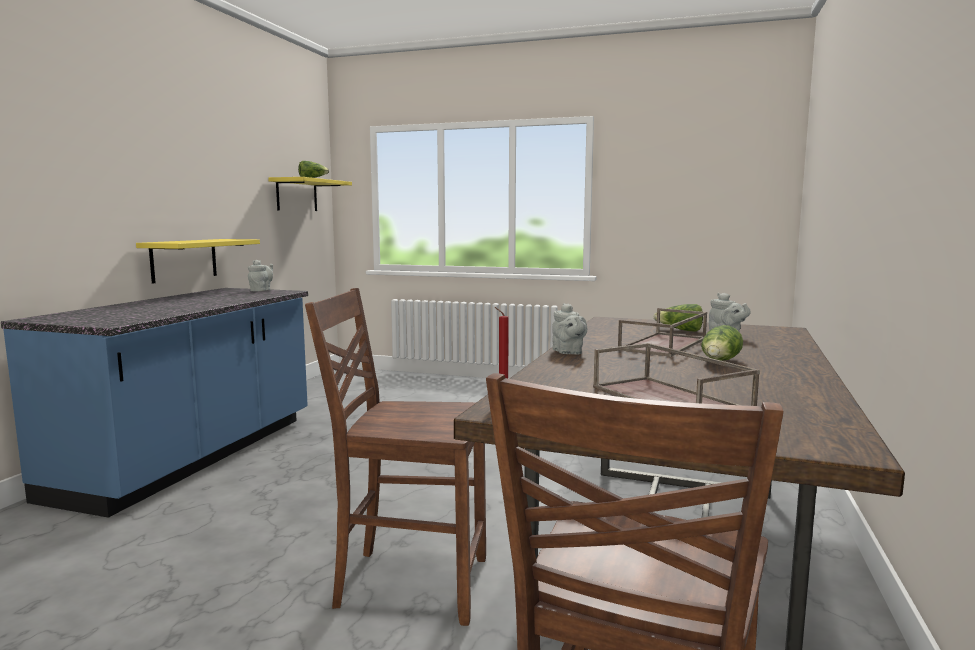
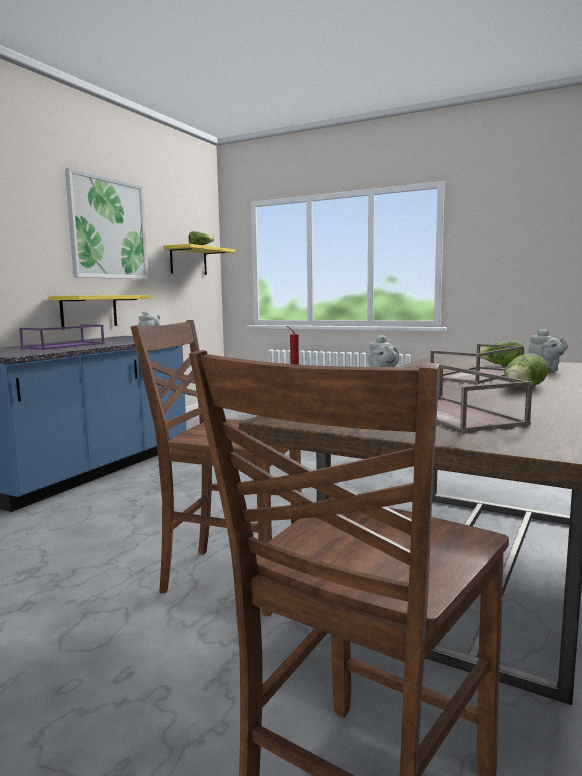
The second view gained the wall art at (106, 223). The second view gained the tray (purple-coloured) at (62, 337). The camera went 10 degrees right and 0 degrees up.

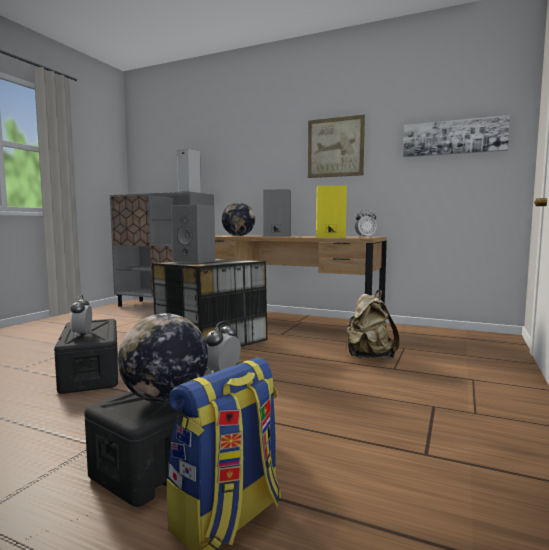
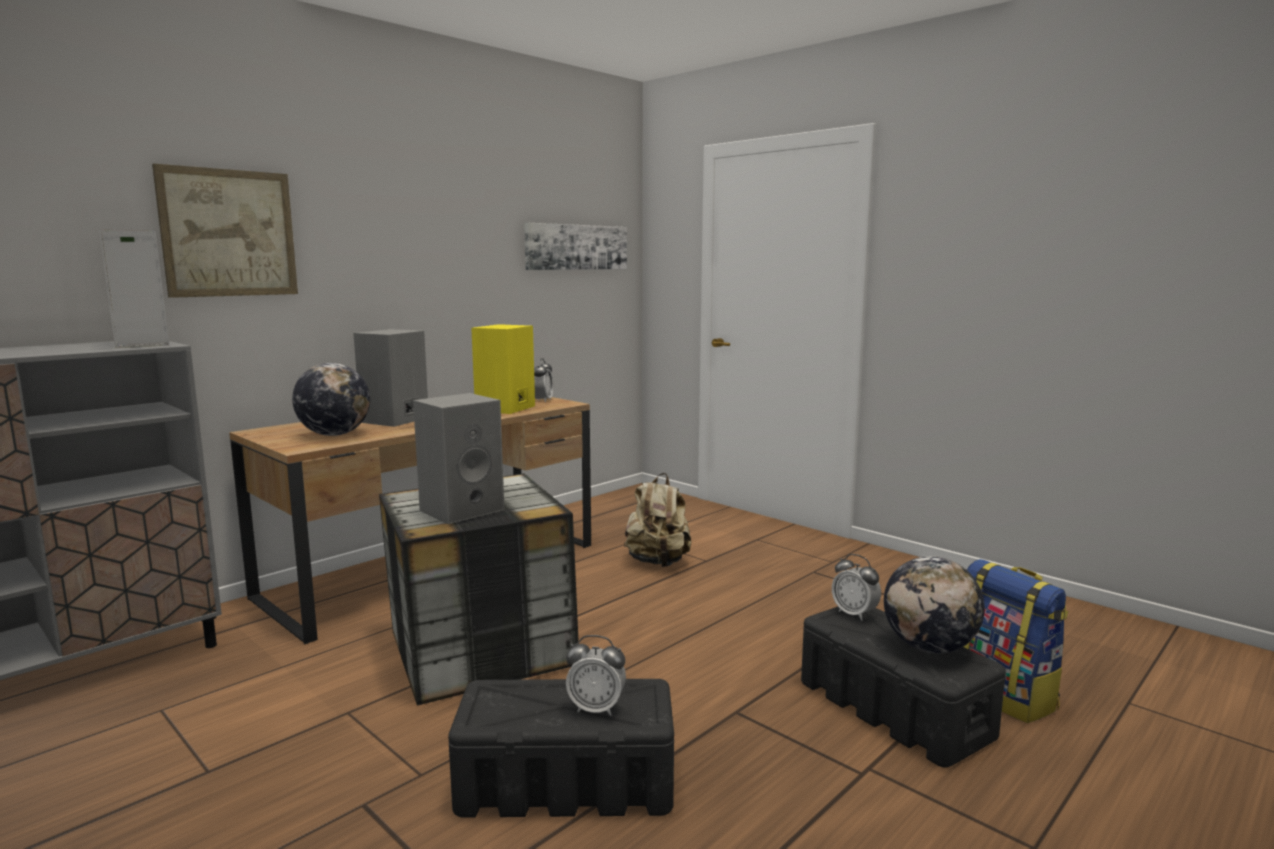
The wall art ended up elsewhere, having gone from (336, 146) to (225, 231). The camera went 70 degrees left and 5 degrees up.

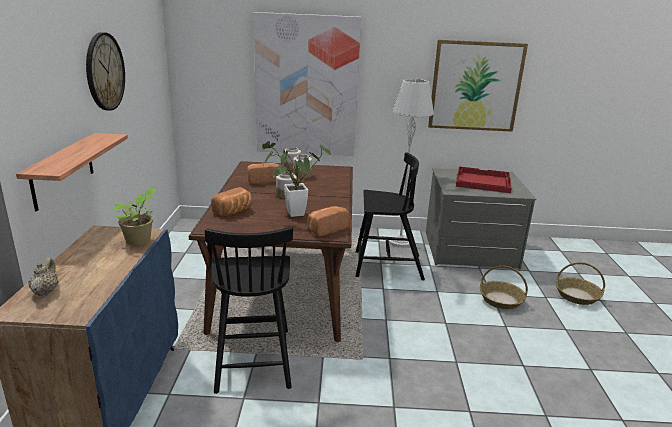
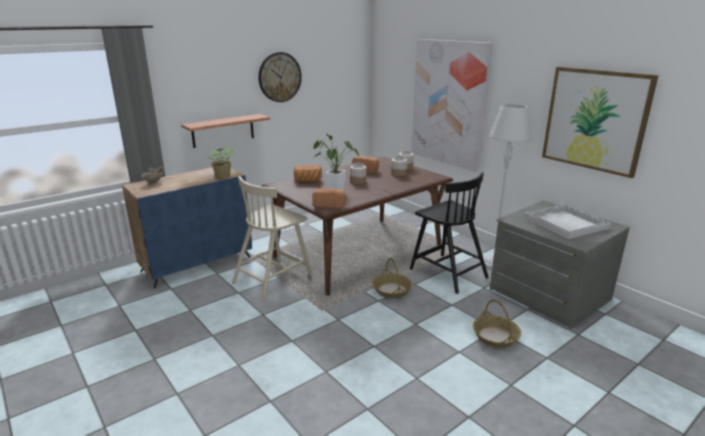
What was the tray (red-coloured) at (484, 179) turned into the tray (whitish) at (567, 221). What was the plain chair (blackish) at (249, 310) turned into the plain chair (sand-coloured) at (272, 238). The storage basket ended up elsewhere, having gone from (580, 283) to (392, 278). The camera went 50 degrees right and 0 degrees up.

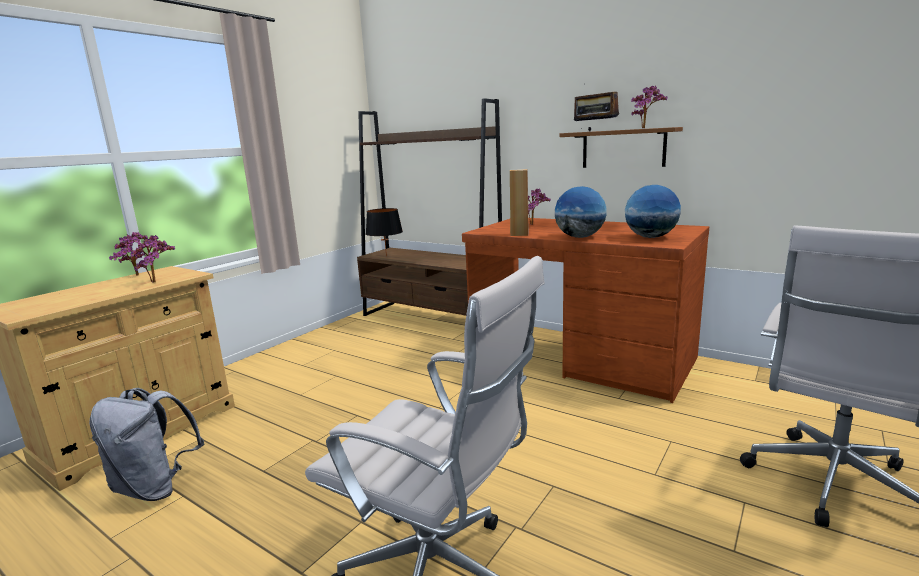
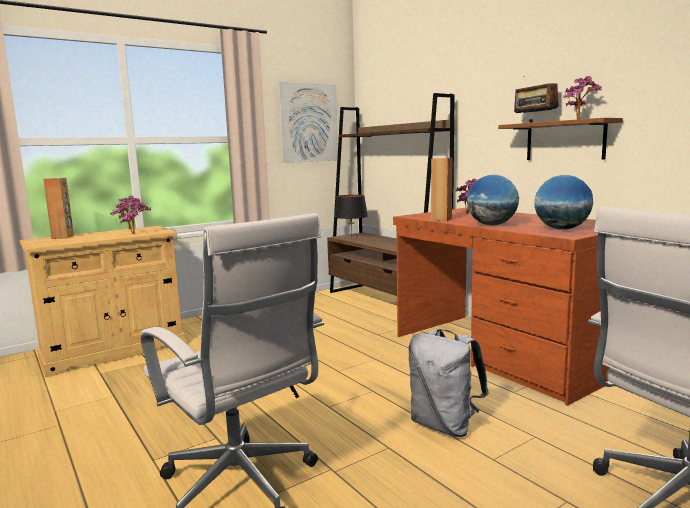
The backpack (grey) ended up elsewhere, having gone from (146, 444) to (448, 383). The second view gained the wall art at (308, 122). The second view gained the audio speaker (brown) at (58, 208). The camera went 20 degrees right and 5 degrees down.

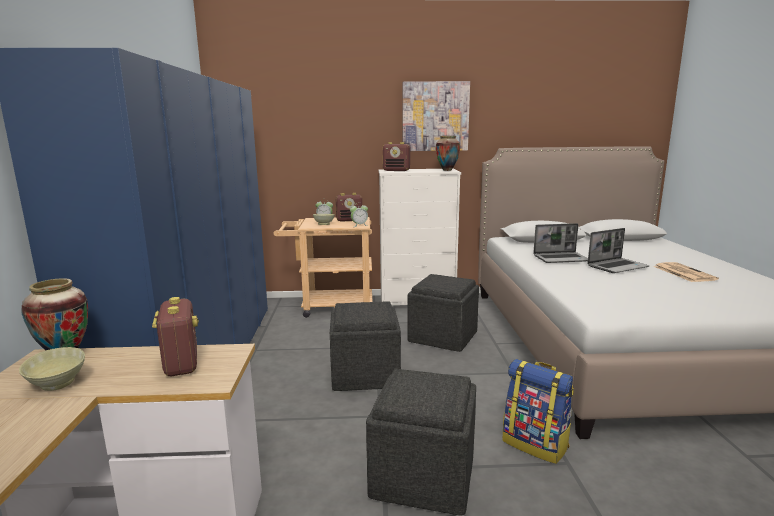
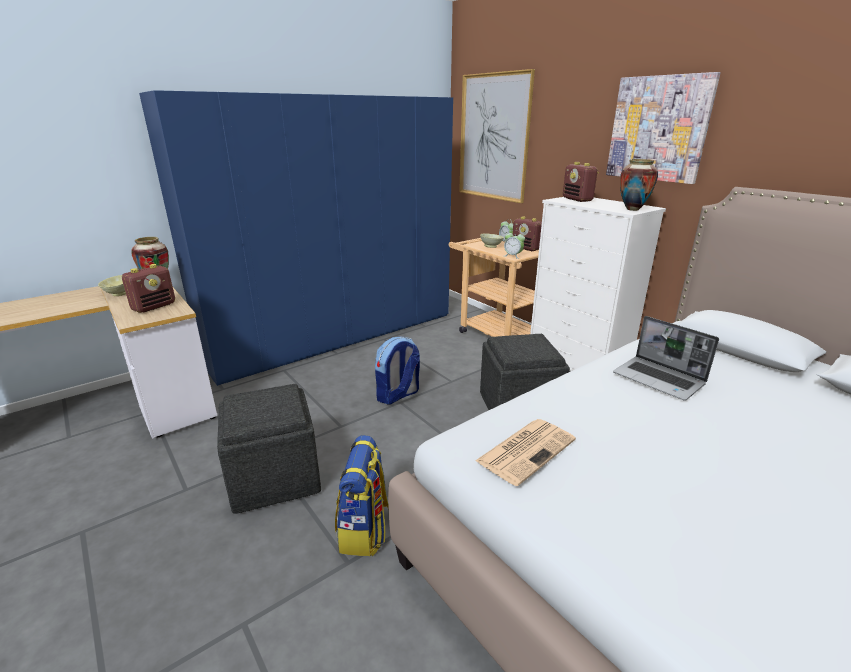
The second view lost the laptop at (618, 250). The newspaper ended up elsewhere, having gone from (686, 272) to (525, 452). Where the pouffe (grey) stood at (365, 346), the backpack came to stand at (397, 371). The second view gained the wall art at (497, 136). The camera went 55 degrees right and 10 degrees up.

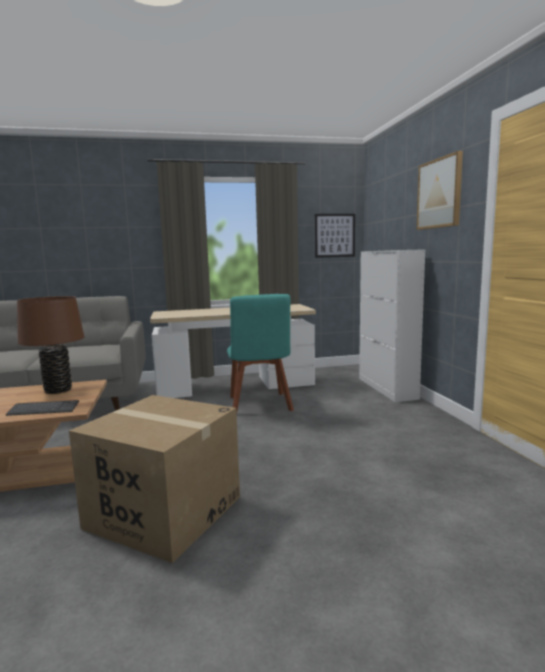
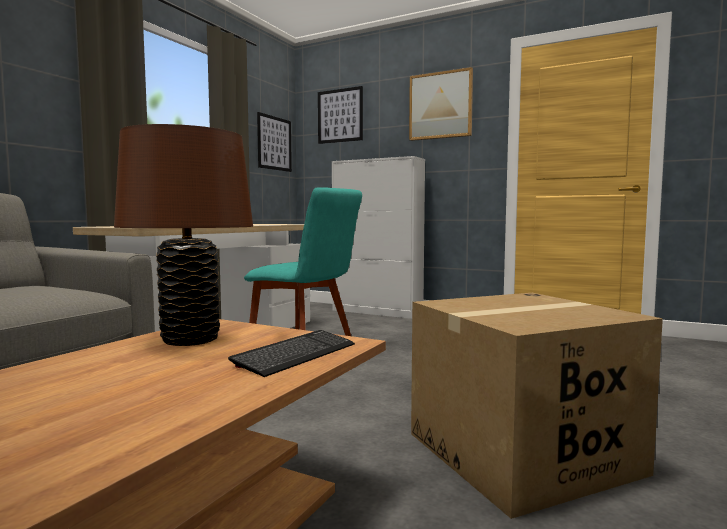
The second view gained the wall art at (340, 115). The camera went 50 degrees left and 5 degrees down.

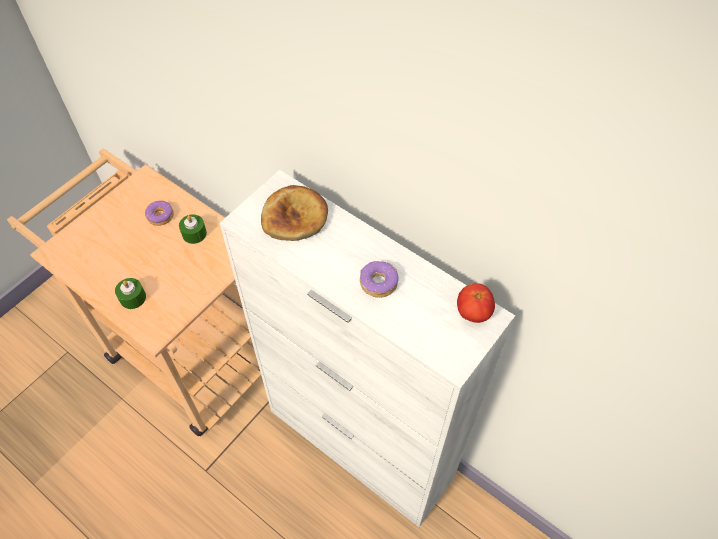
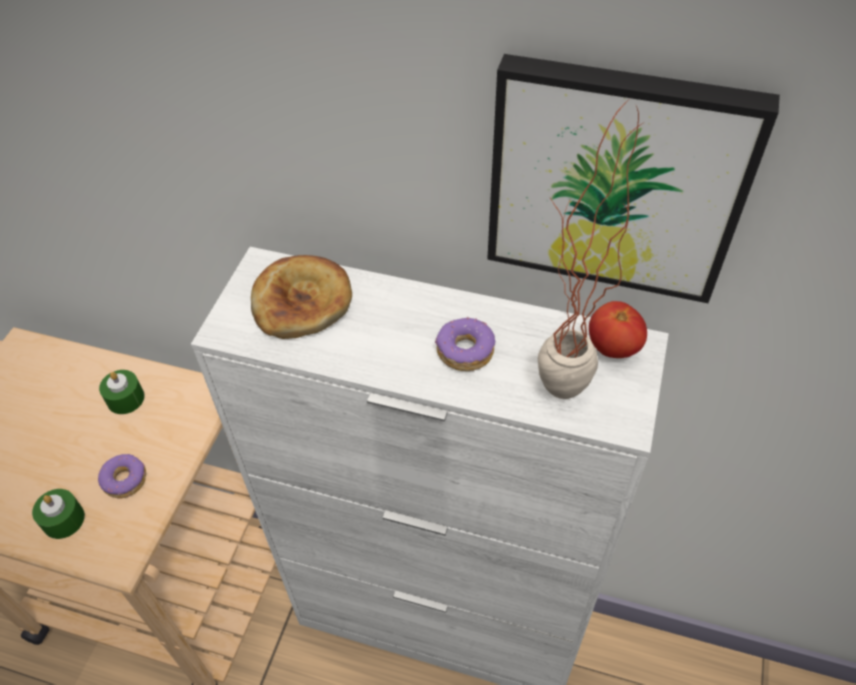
The donut ended up elsewhere, having gone from (159, 213) to (122, 476). The second view gained the wall art at (633, 178). The second view gained the potted plant at (590, 250). The camera went 20 degrees left and 5 degrees down.

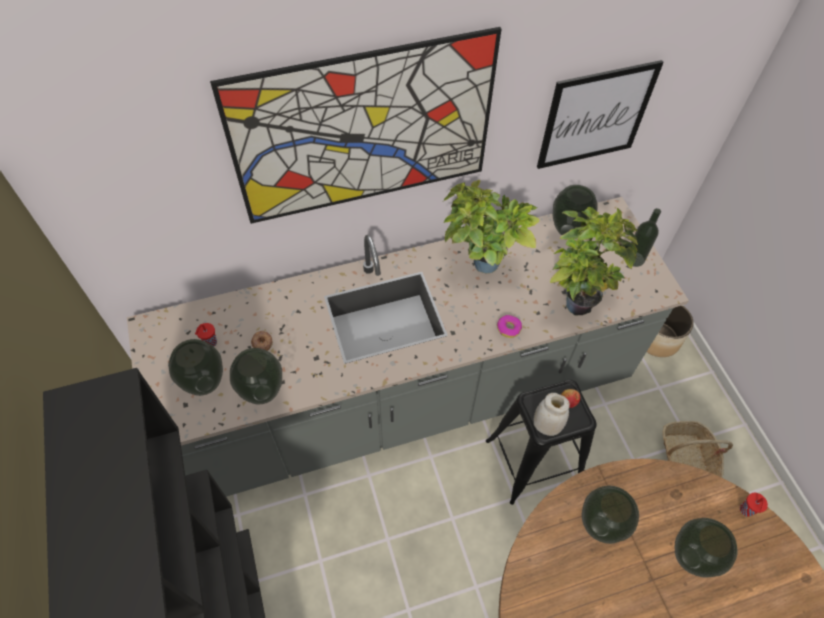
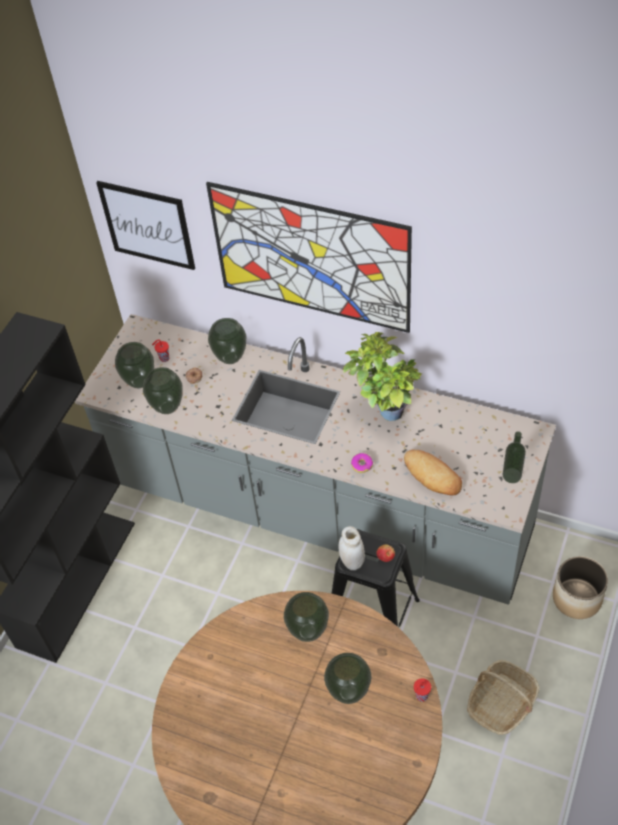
The wall art ended up elsewhere, having gone from (600, 114) to (145, 225). The decorative vase ended up elsewhere, having gone from (575, 210) to (227, 341). Where the potted plant stood at (594, 261), the bakery bread came to stand at (433, 472). The camera went 45 degrees right and 5 degrees down.

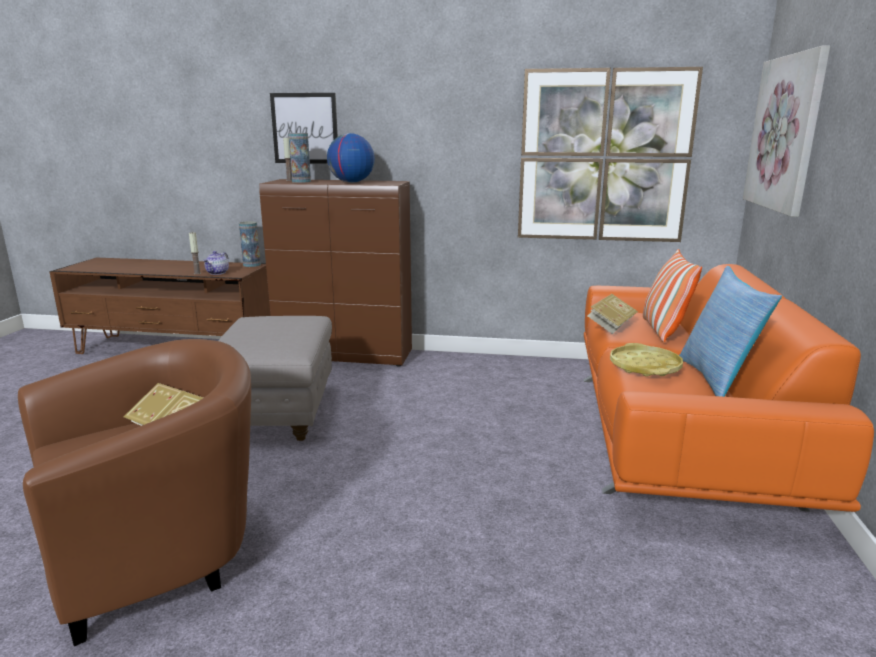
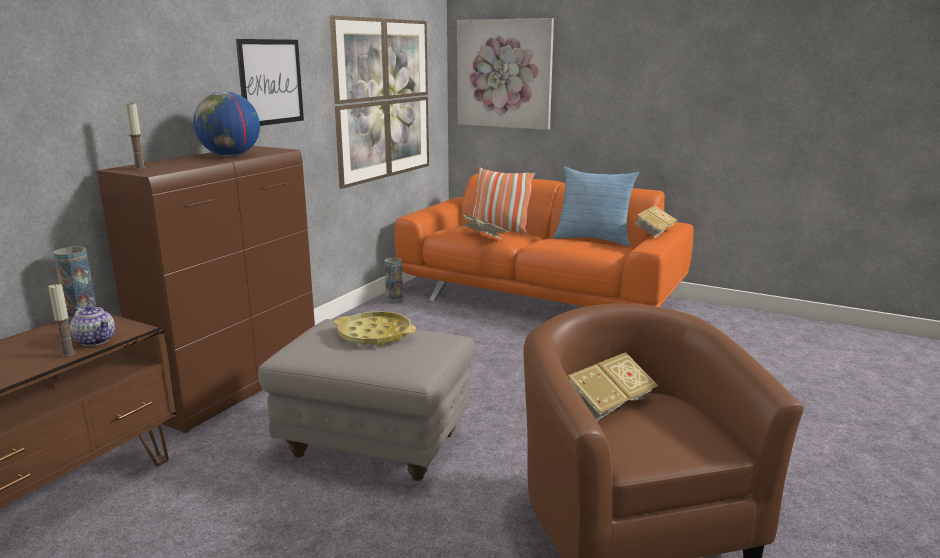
The wall art ended up elsewhere, having gone from (304, 128) to (270, 82). The decorative vase ended up elsewhere, having gone from (299, 158) to (394, 281). The tray (yellow) ended up elsewhere, having gone from (646, 360) to (375, 329). The second view gained the bound book at (656, 222). The camera went 70 degrees left and 0 degrees up.

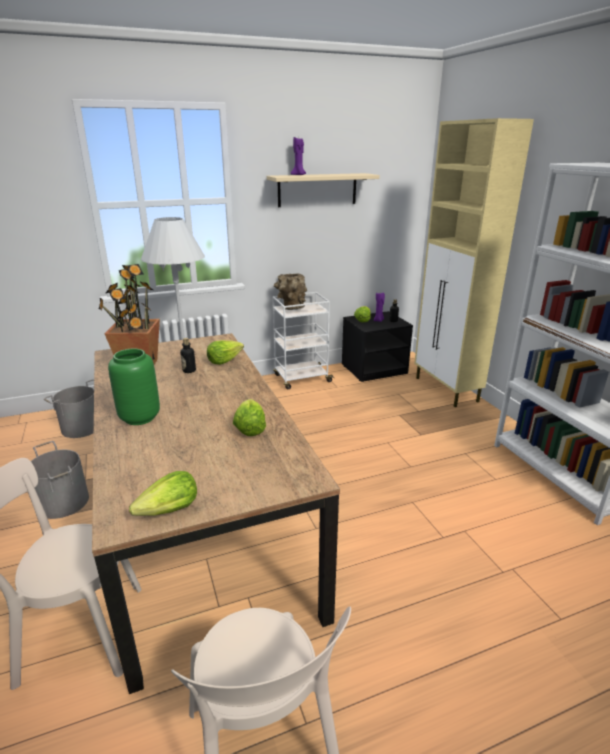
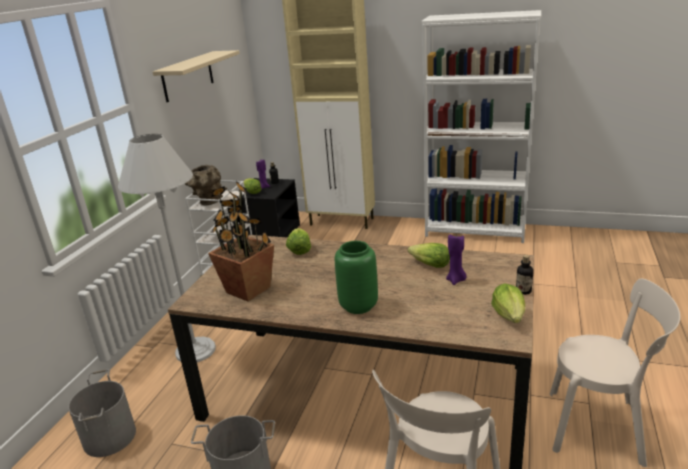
The wax candle (purple-coloured) ended up elsewhere, having gone from (298, 156) to (456, 259). The bottle ended up elsewhere, having gone from (188, 355) to (524, 275). The camera went 50 degrees left and 0 degrees up.

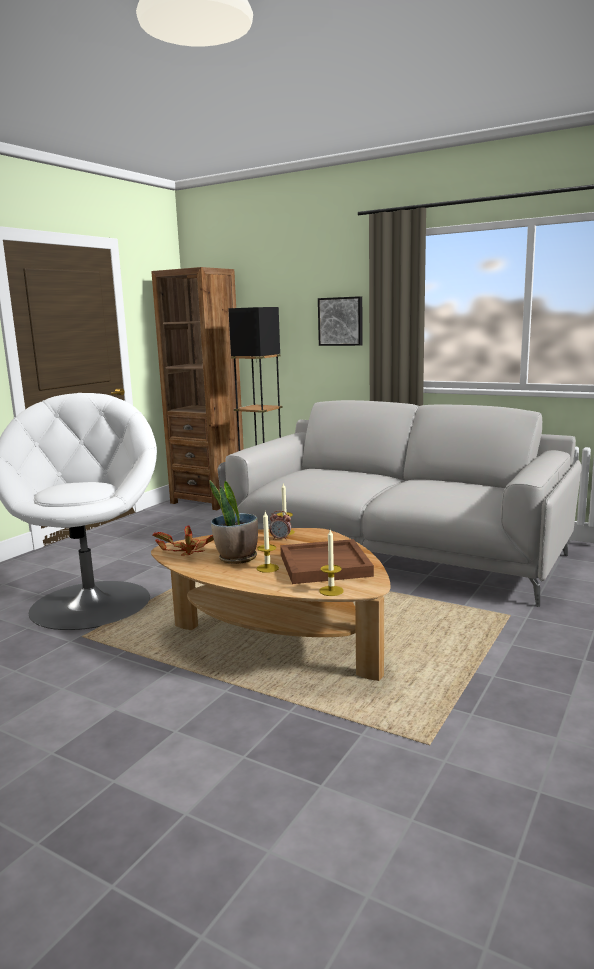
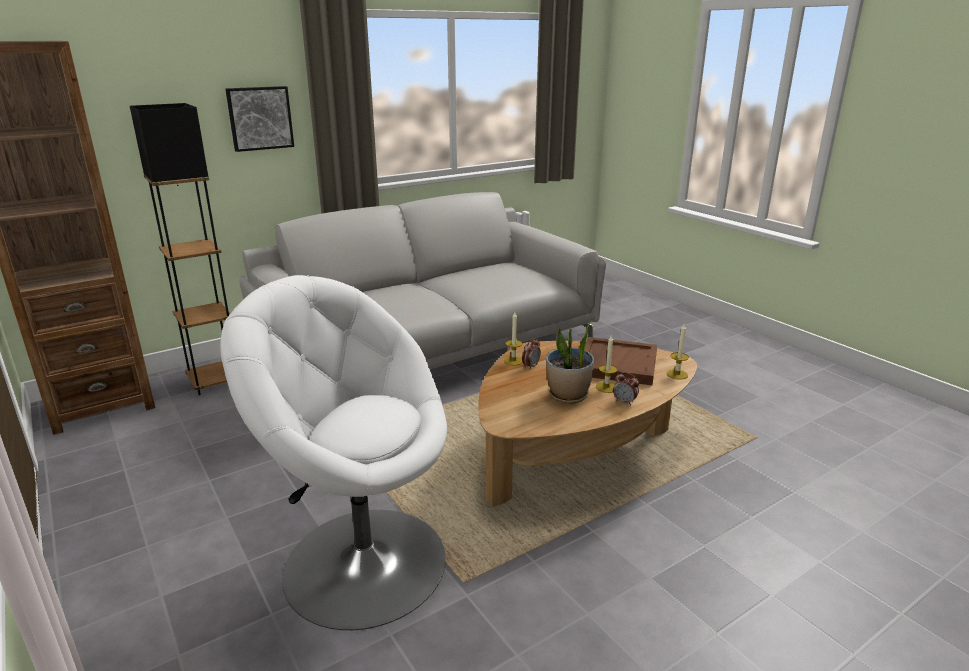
The second view lost the potted plant at (183, 540). The second view gained the alarm clock at (626, 389). The camera went 65 degrees left and 10 degrees up.

